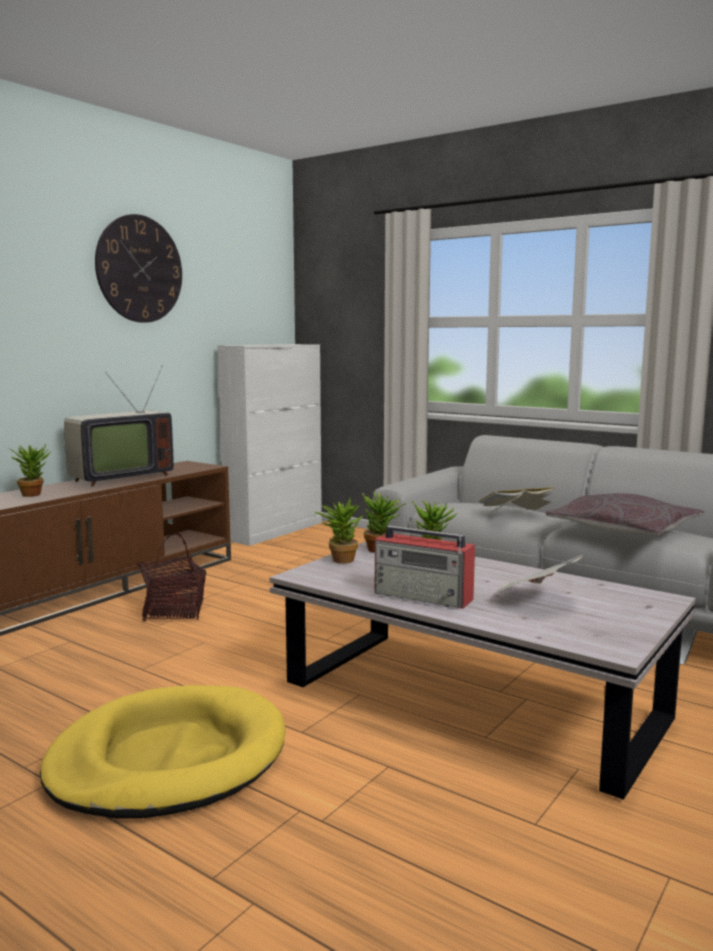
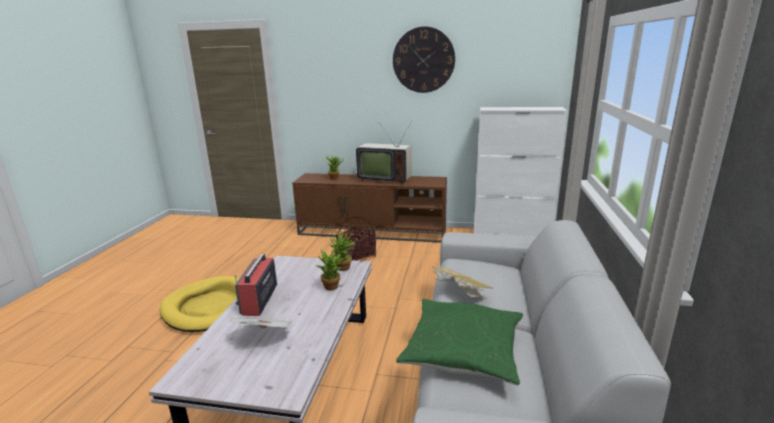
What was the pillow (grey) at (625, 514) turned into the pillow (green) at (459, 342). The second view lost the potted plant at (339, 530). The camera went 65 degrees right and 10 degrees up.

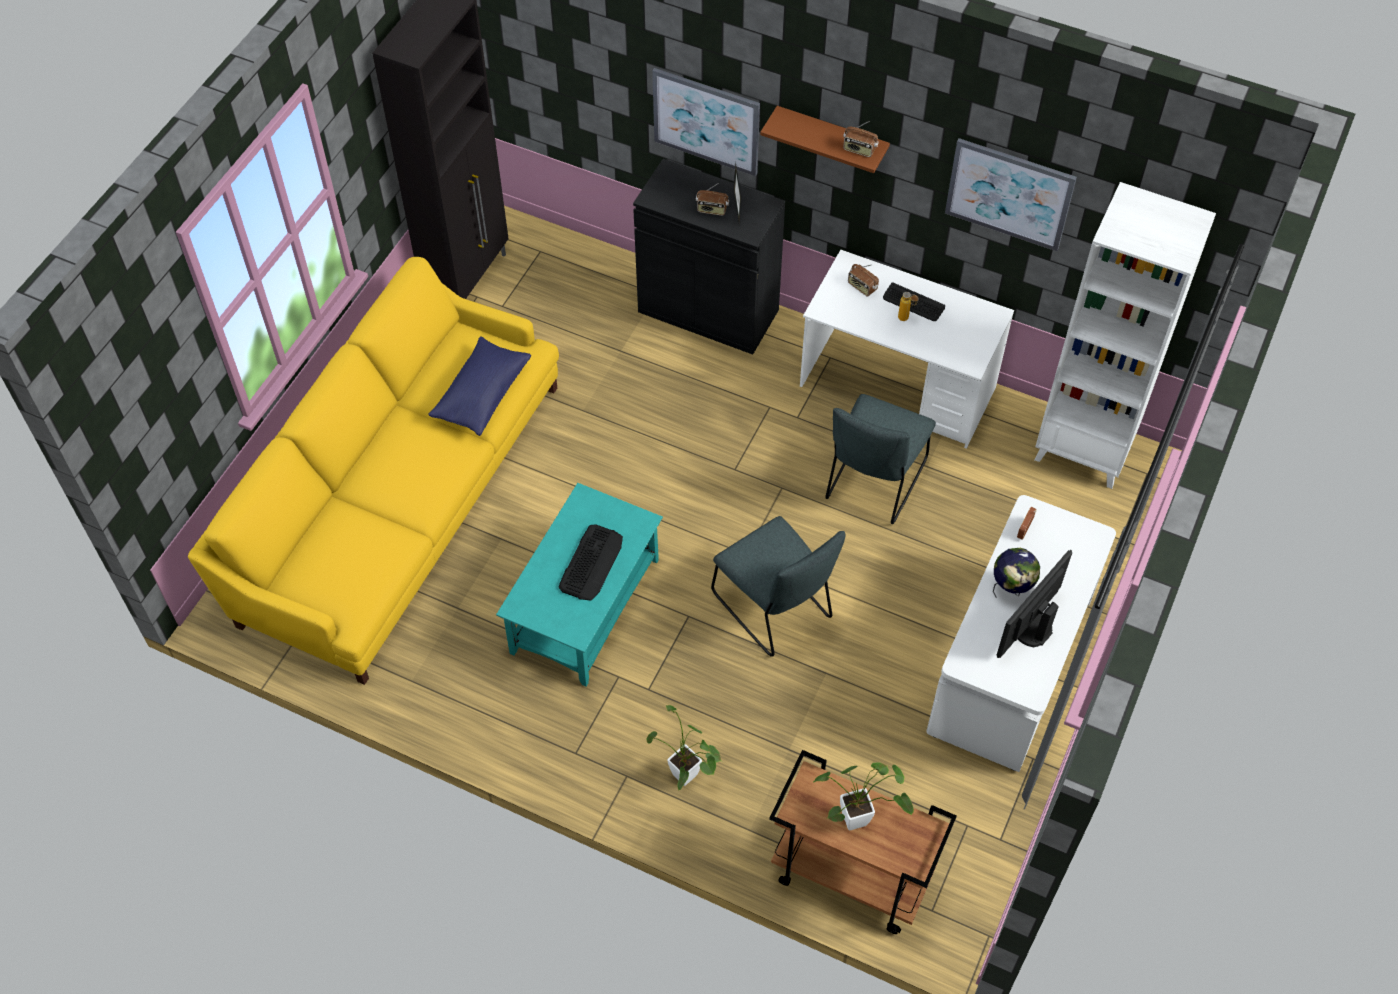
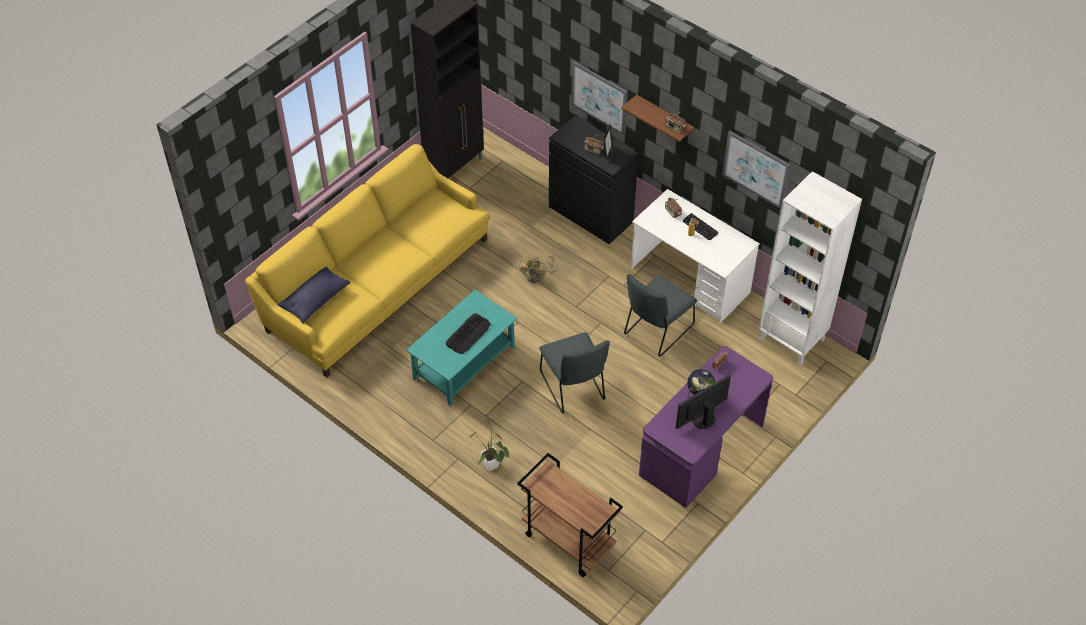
The pillow (blue-coloured) ended up elsewhere, having gone from (479, 386) to (313, 295). What was the desk (whitish) at (1021, 633) turned into the desk (purple-coloured) at (706, 427). The second view lost the potted plant at (863, 796). The second view gained the fan (yellow) at (536, 269). The camera went 15 degrees right and 5 degrees down.

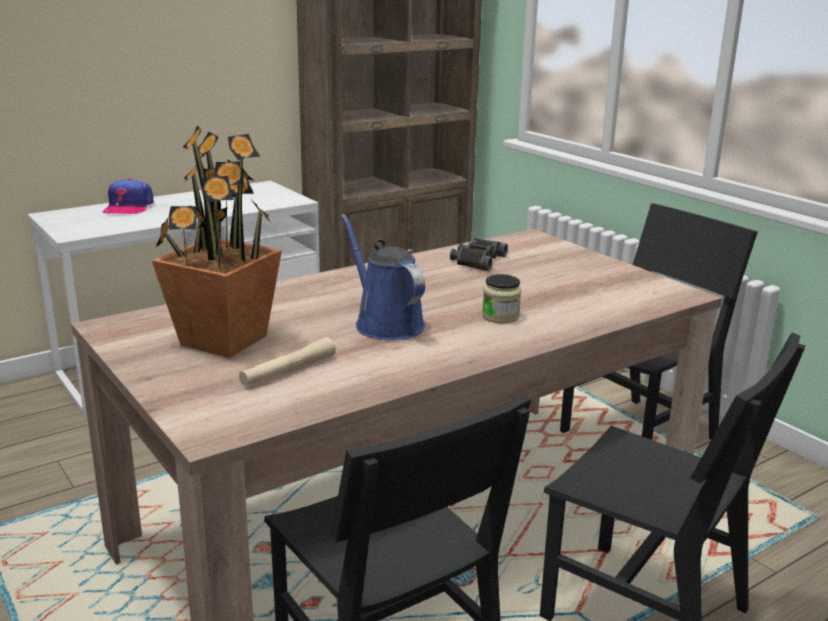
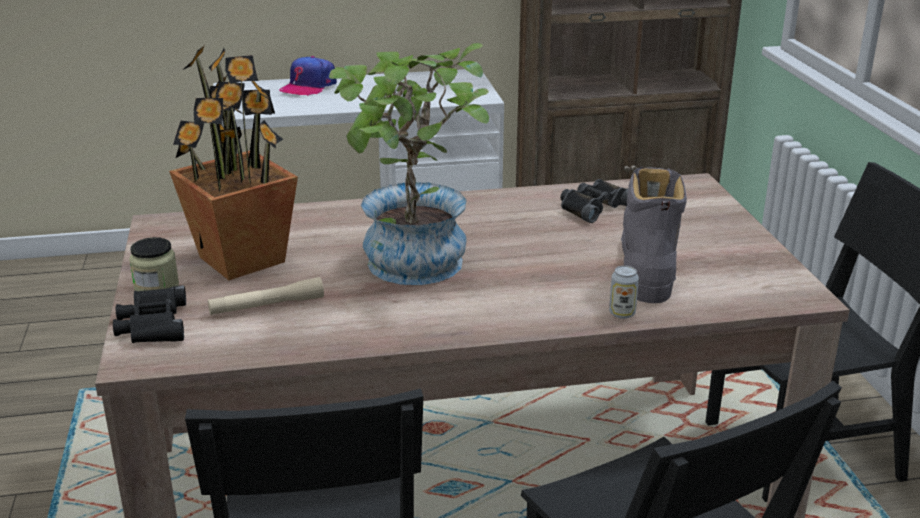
Where the watering pot (blue-coloured) stood at (383, 277), the potted plant came to stand at (409, 164). The jar ended up elsewhere, having gone from (501, 298) to (154, 264). The second view gained the boot (grey) at (653, 235). The second view gained the sealed can at (624, 292). The second view gained the pair of binoculars (blackish) at (149, 314). The camera went 25 degrees right and 5 degrees up.

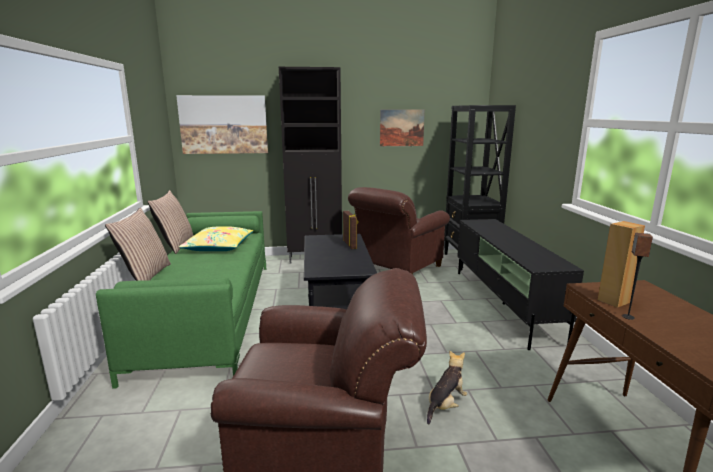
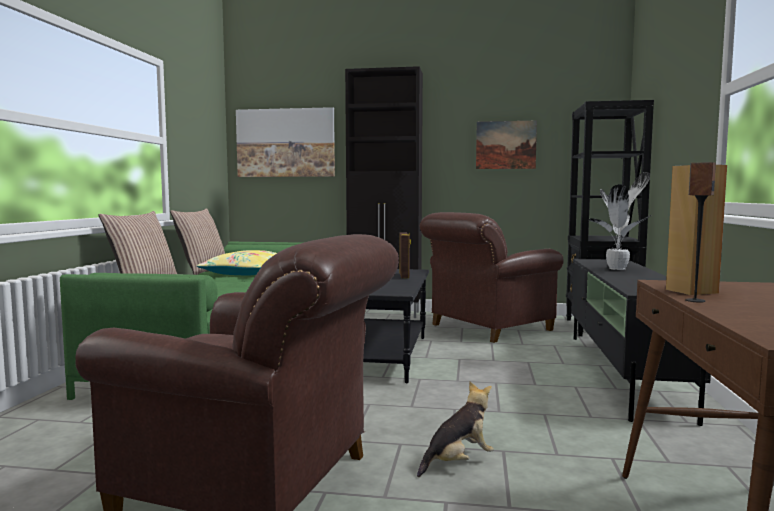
The second view gained the potted plant at (620, 221). The camera went 15 degrees right and 10 degrees down.

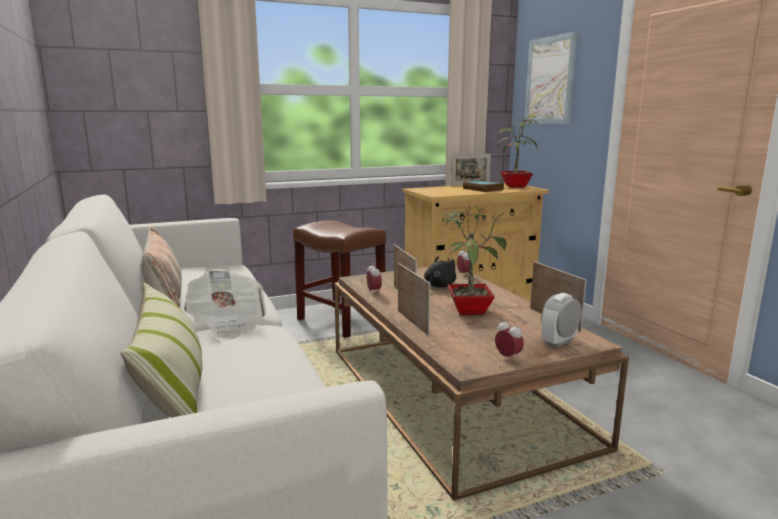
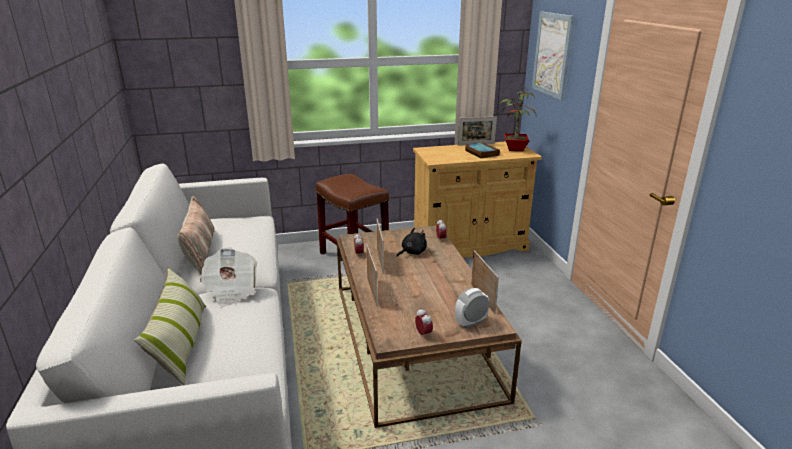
The second view lost the potted plant at (472, 260). The camera went 10 degrees right and 10 degrees up.

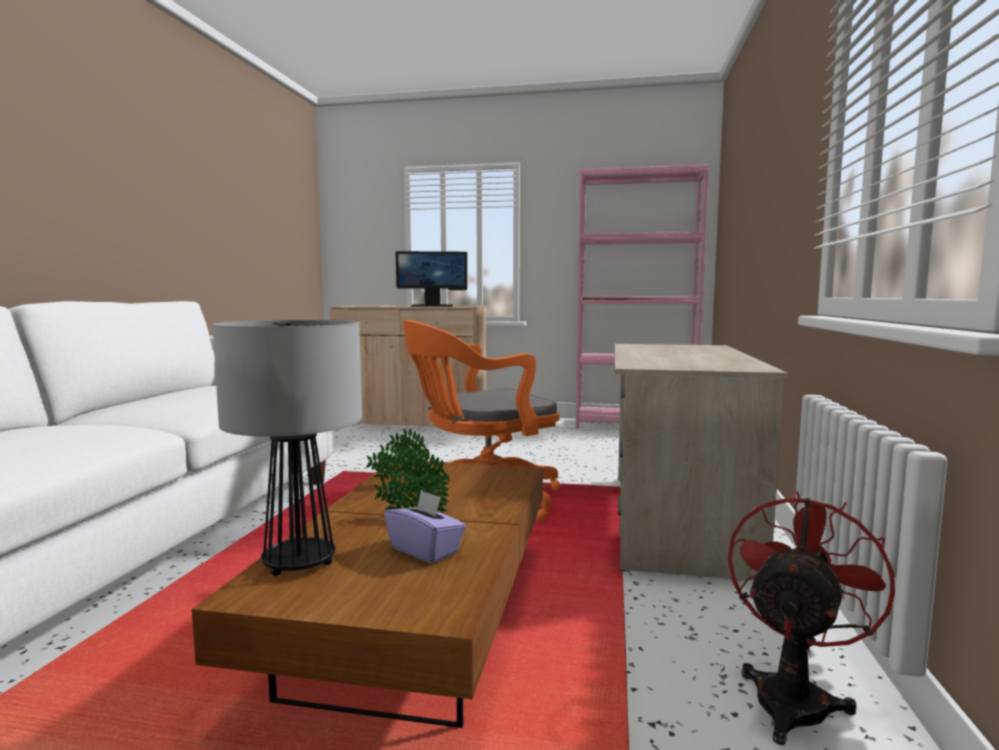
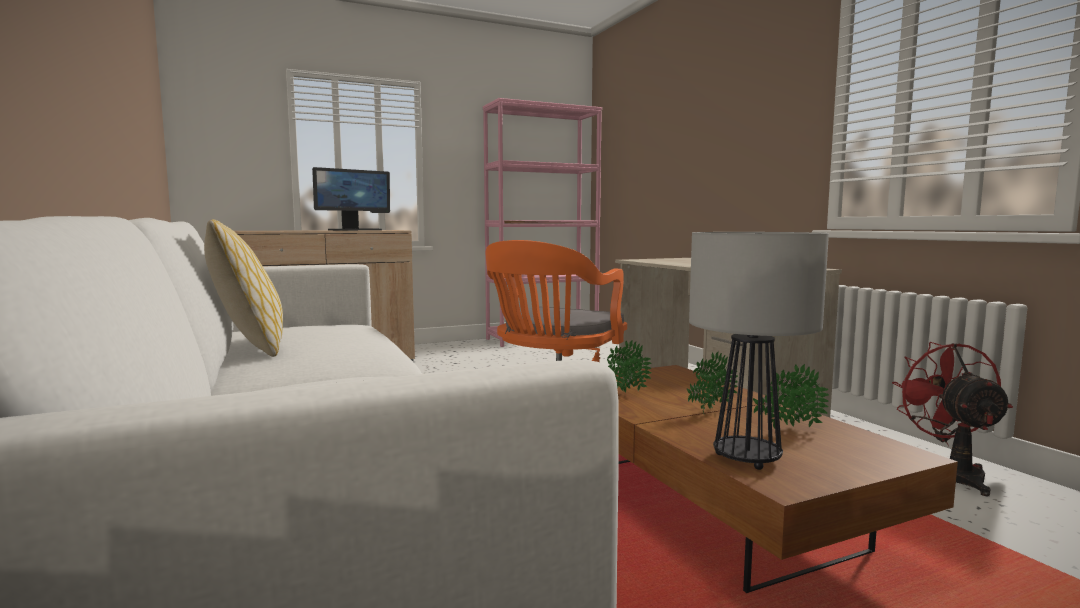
Where the tissue box (purple-coloured) stood at (425, 527), the potted plant came to stand at (791, 396). The second view gained the pillow at (243, 288). The camera went 35 degrees left and 0 degrees up.

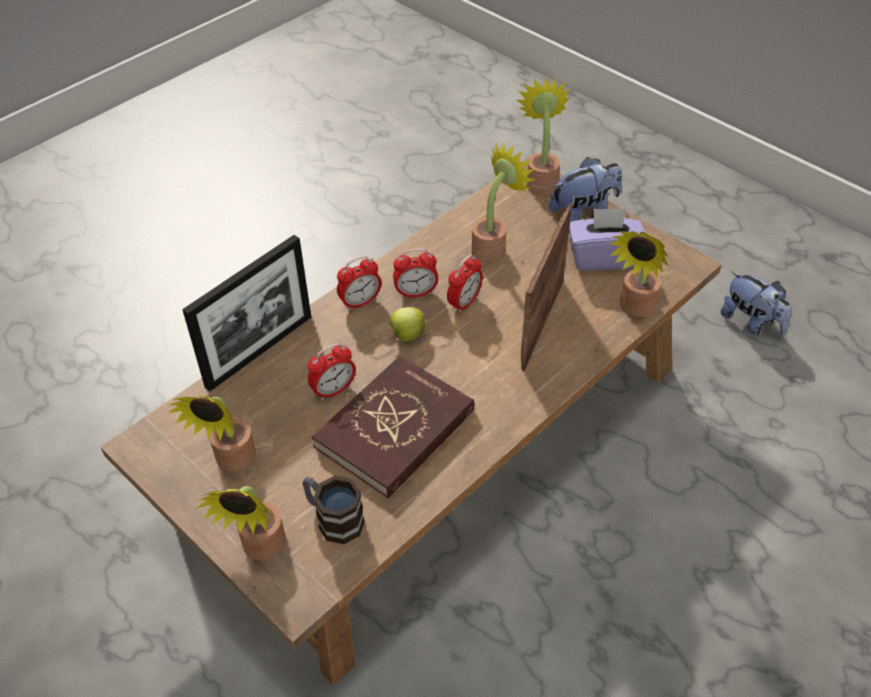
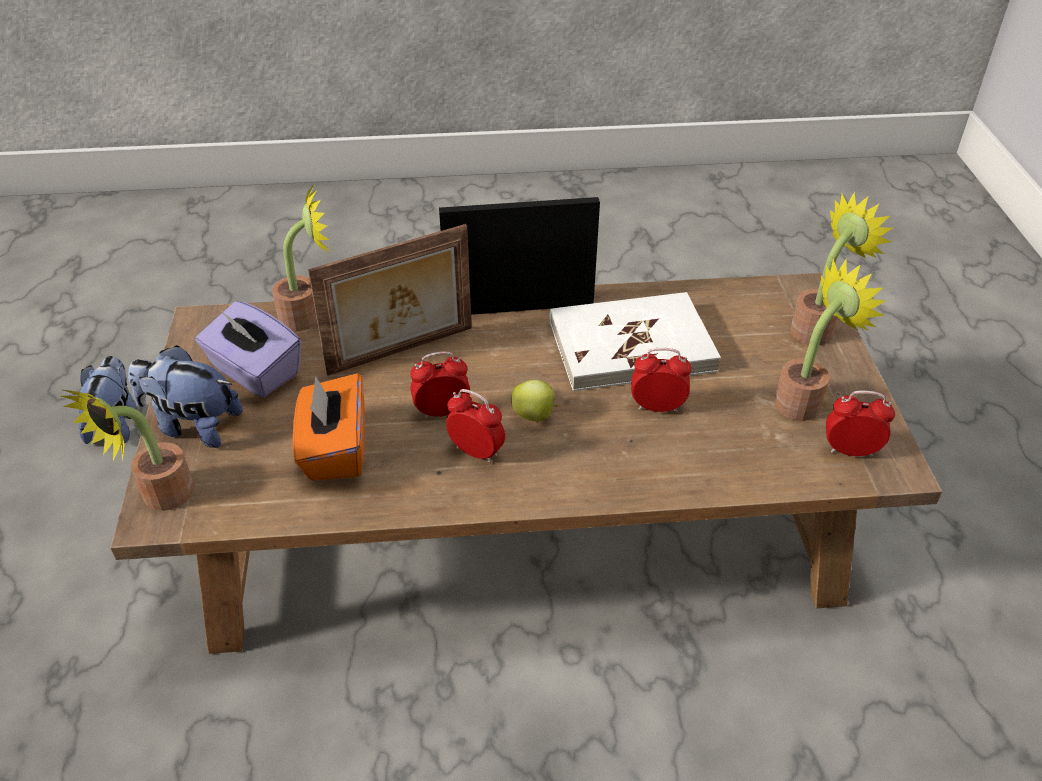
Where the potted plant stood at (503, 202), the tissue box (orange-coloured) came to stand at (329, 427). The picture frame ended up elsewhere, having gone from (246, 313) to (519, 256). The alarm clock ended up elsewhere, having gone from (359, 283) to (860, 424). What was the bound book (red-coloured) at (393, 427) turned into the bound book (whitish) at (635, 341). The second view lost the tea mug at (333, 510). The camera went 140 degrees left and 5 degrees down.

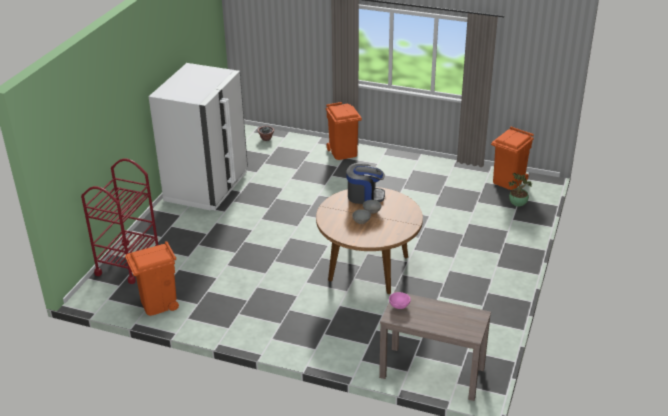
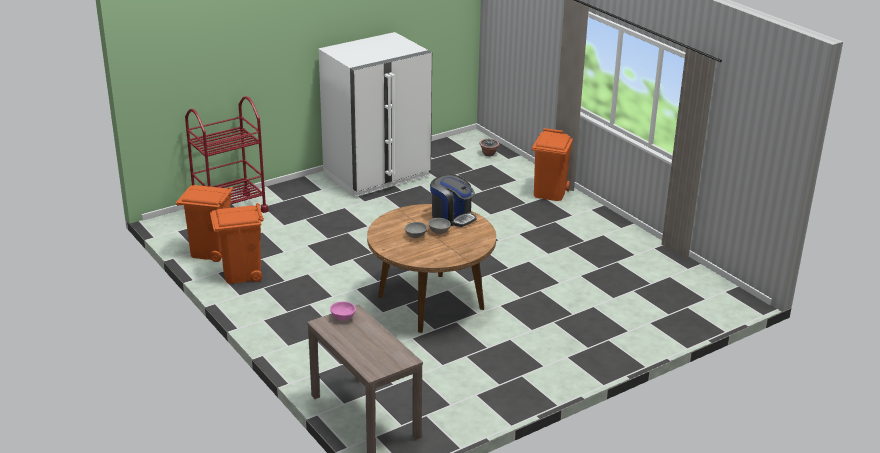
The trash can (orange-coloured) ended up elsewhere, having gone from (512, 158) to (237, 243). The second view lost the potted plant at (520, 189). The camera went 35 degrees right and 5 degrees down.

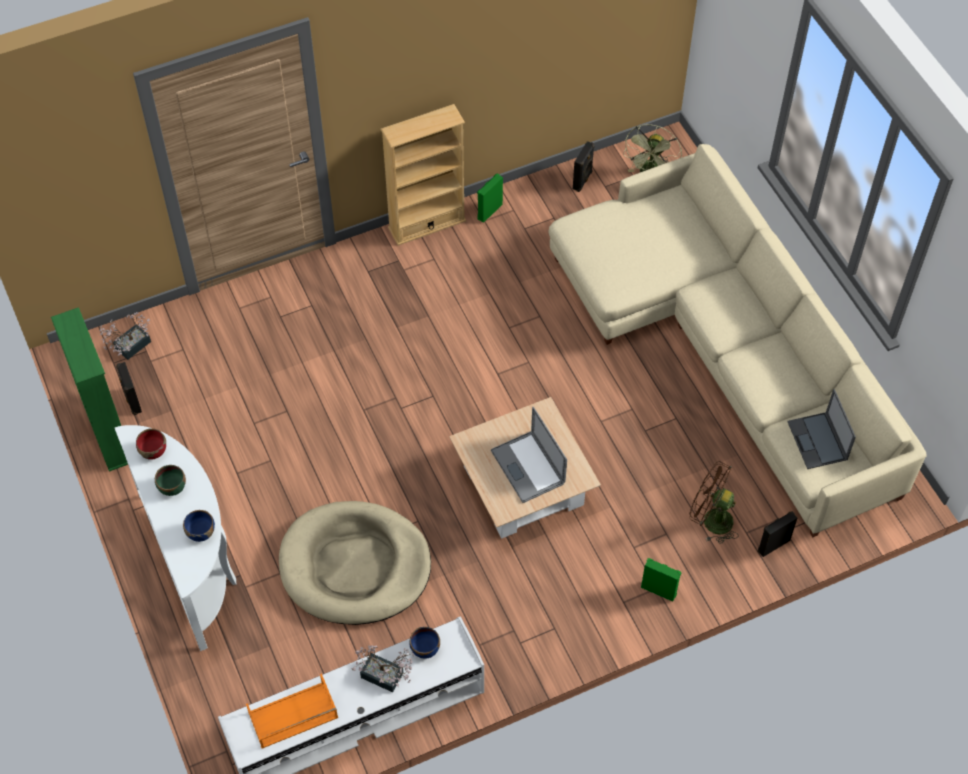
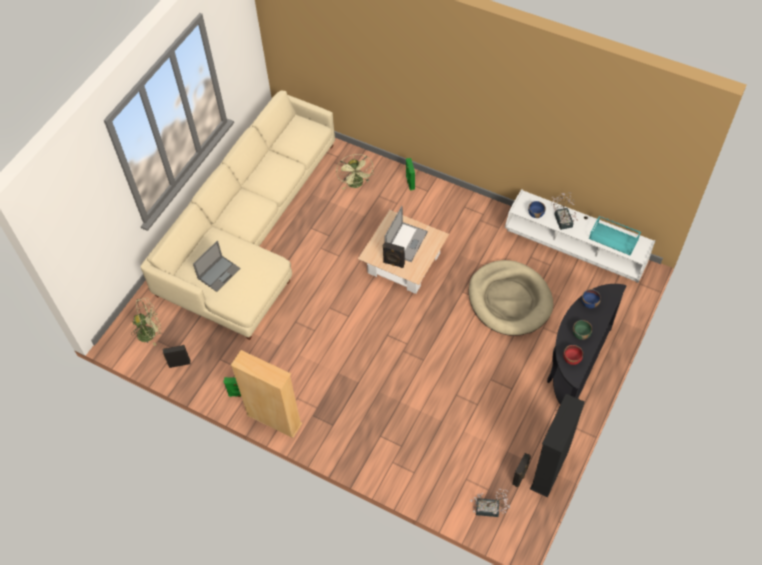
What was the bookshelf (green) at (89, 389) turned into the bookshelf (blackish) at (557, 446). The laptop ended up elsewhere, having gone from (821, 429) to (217, 266). What was the hall table (whitish) at (175, 538) turned into the hall table (blackish) at (587, 344). What was the fan (brown) at (714, 502) turned into the fan (green) at (355, 171). The audio speaker (blackish) ended up elsewhere, having gone from (777, 534) to (394, 255). What was the tray (orange-coloured) at (292, 711) turned into the tray (turquoise-coloured) at (615, 236). The camera went 125 degrees left and 0 degrees up.

